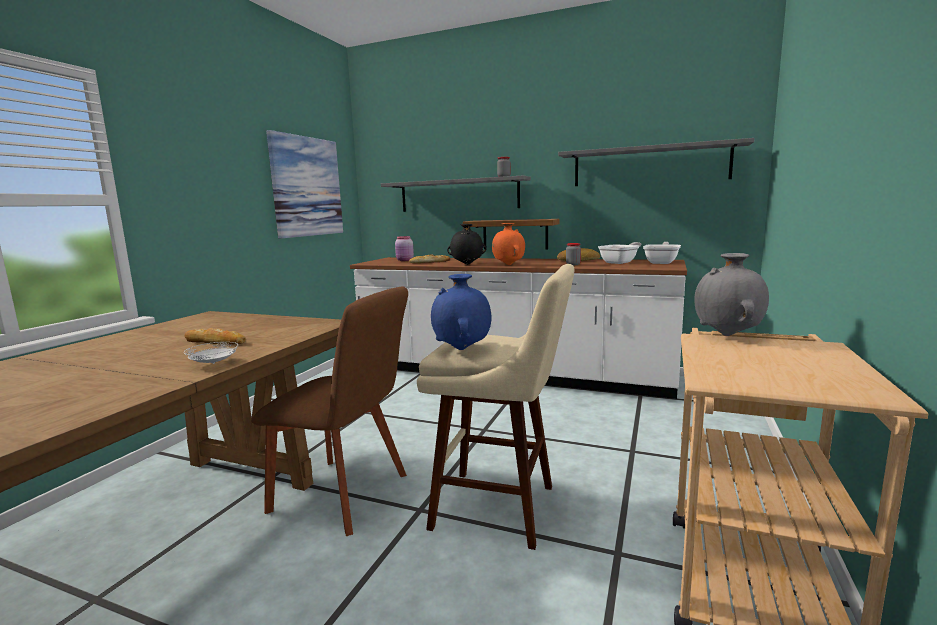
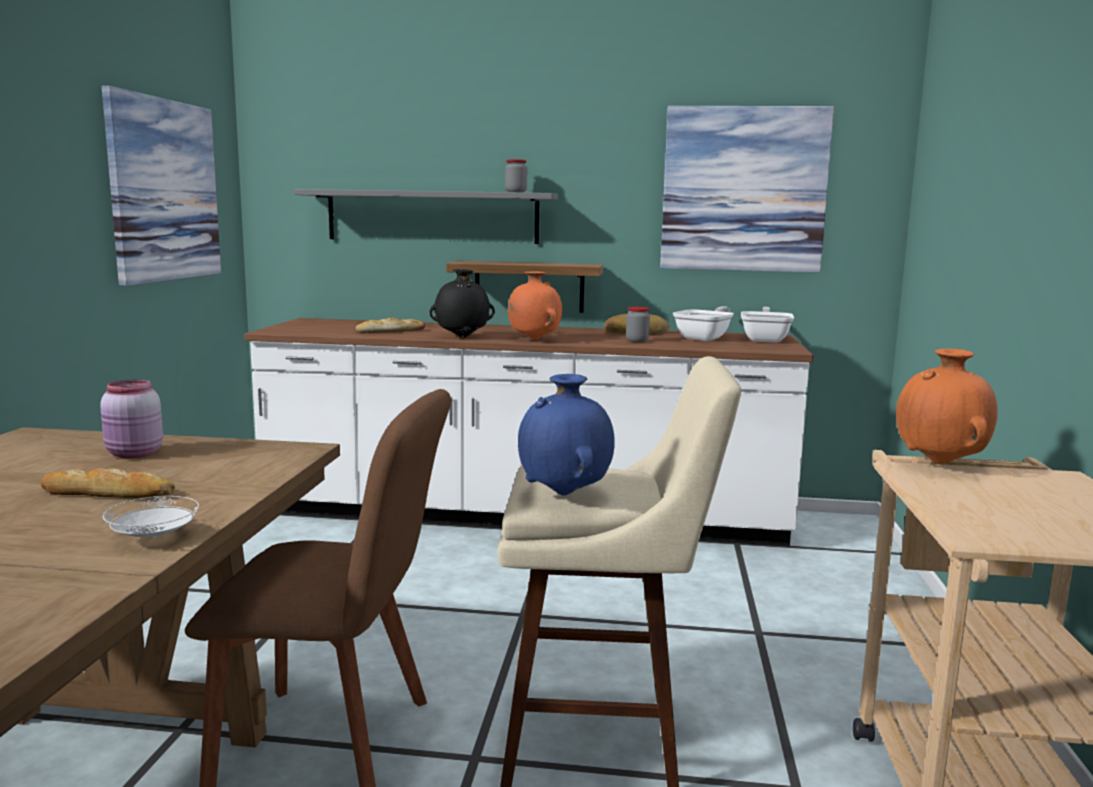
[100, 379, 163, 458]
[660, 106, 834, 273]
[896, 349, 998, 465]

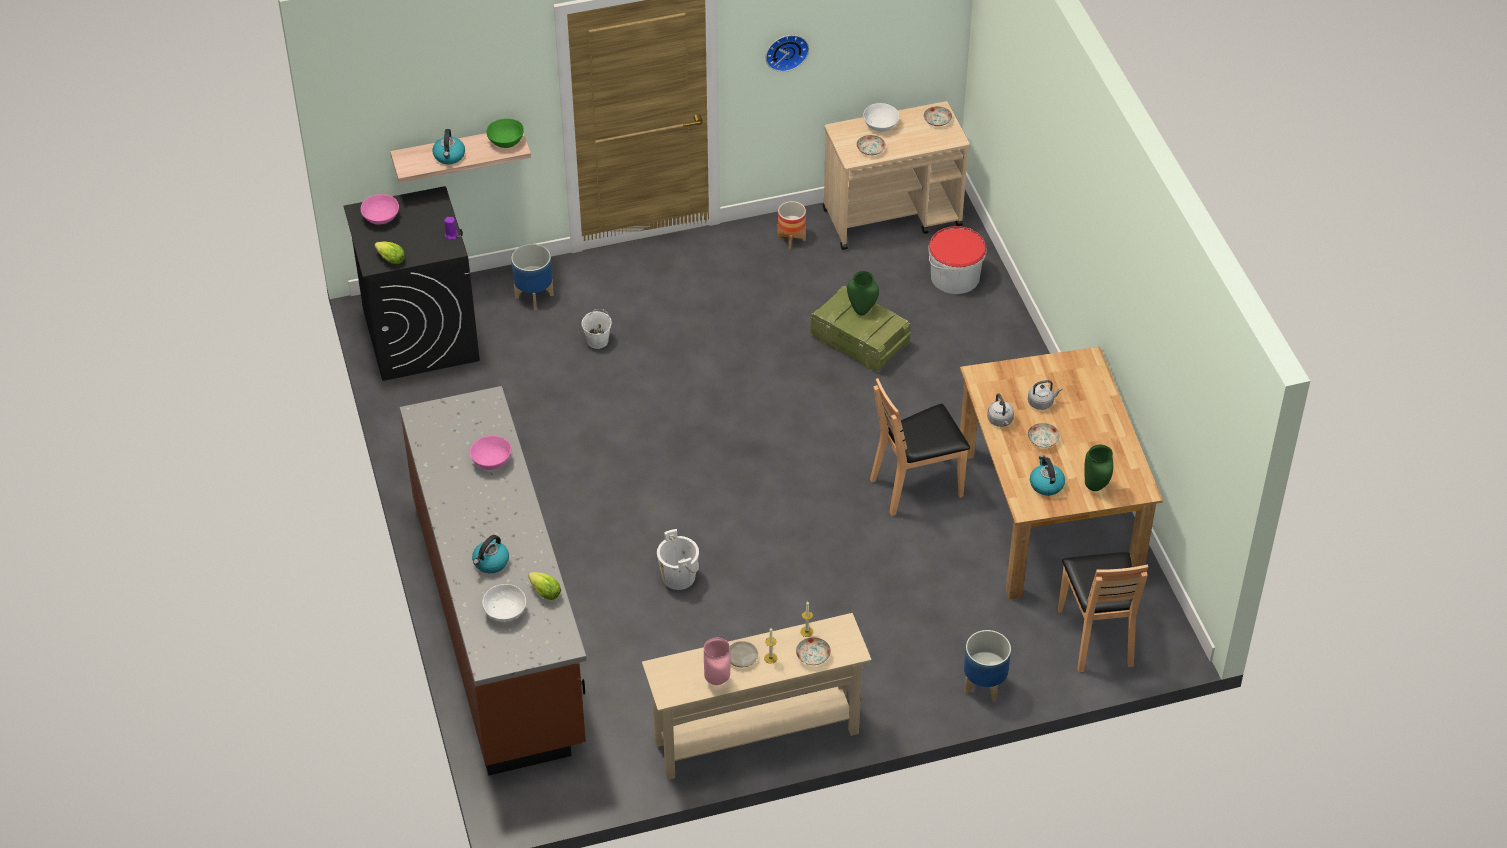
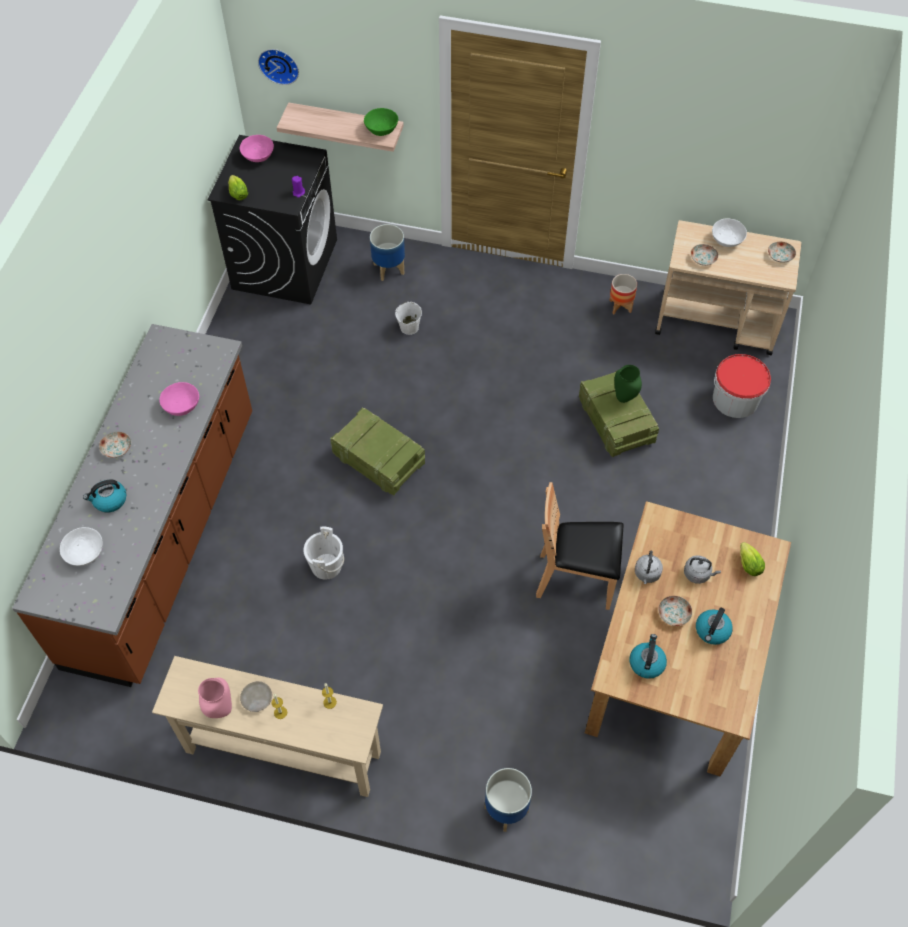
[99, 432, 131, 458]
[258, 49, 299, 85]
[330, 407, 425, 495]
[696, 608, 733, 645]
[740, 542, 765, 576]
[1058, 552, 1148, 672] (first image)
[1085, 445, 1113, 491] (first image)

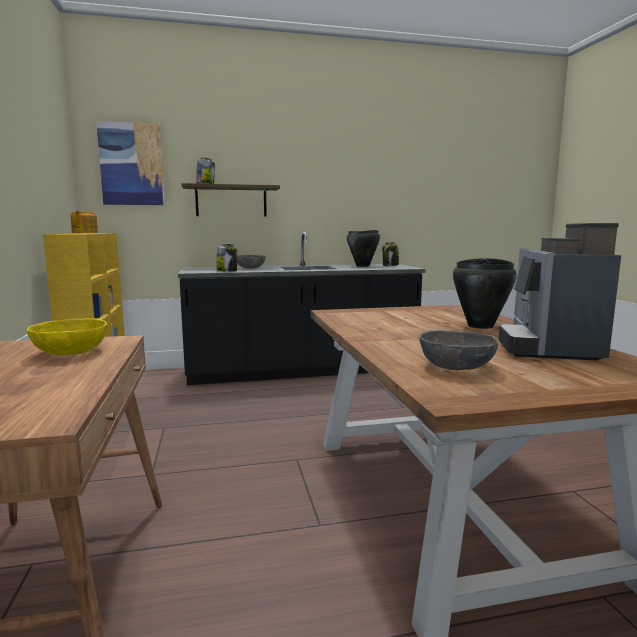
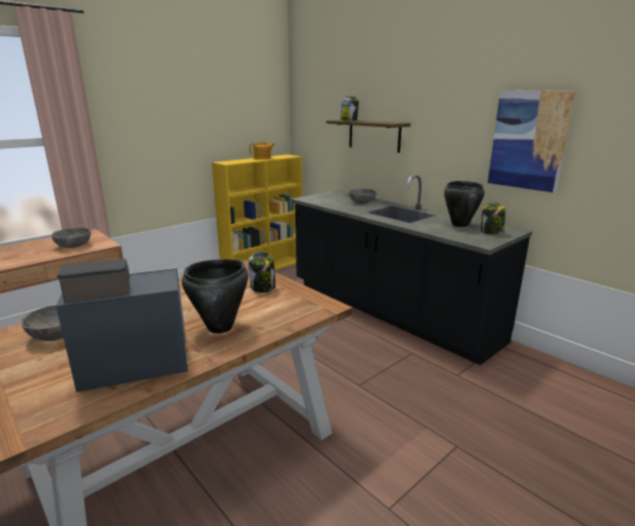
[51, 228, 91, 248]
[248, 251, 275, 293]
[488, 90, 576, 193]

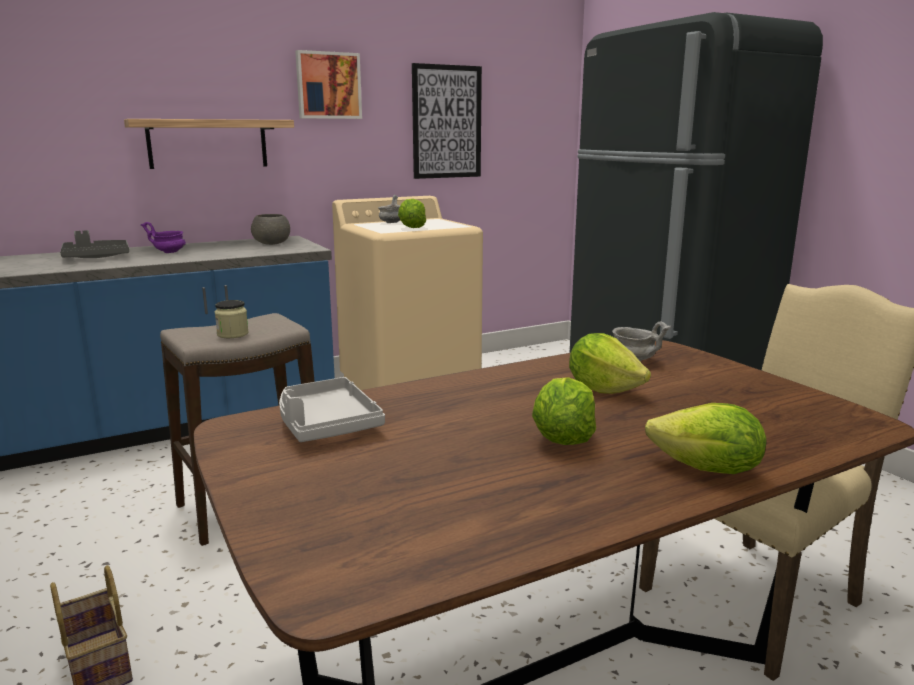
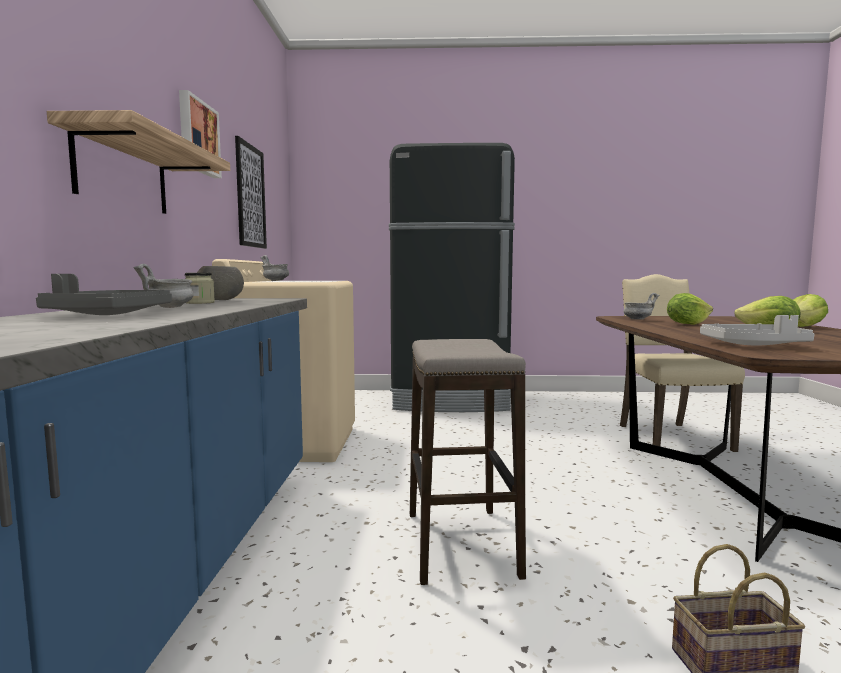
[133, 264, 194, 308]
[185, 273, 215, 304]
[398, 199, 426, 228] (first image)

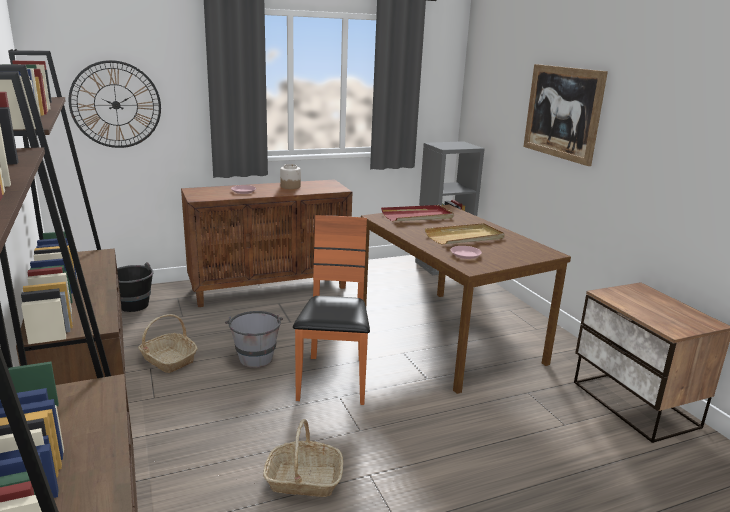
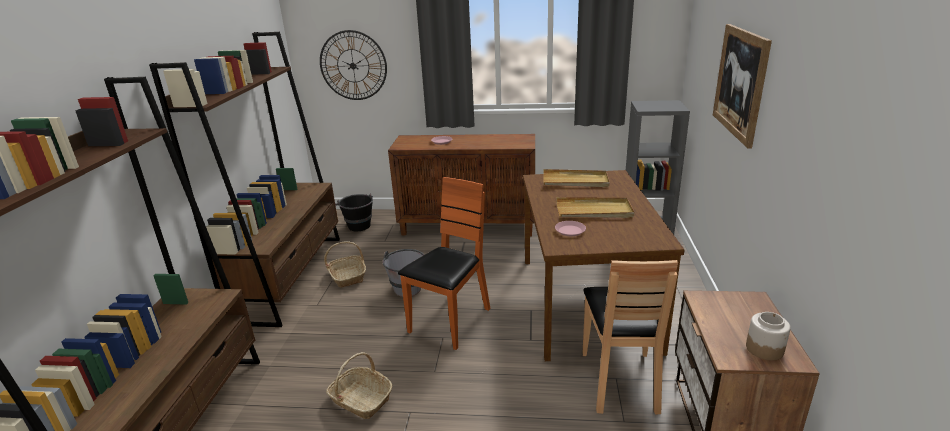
[543, 169, 610, 187]
[582, 260, 678, 415]
[746, 312, 791, 360]

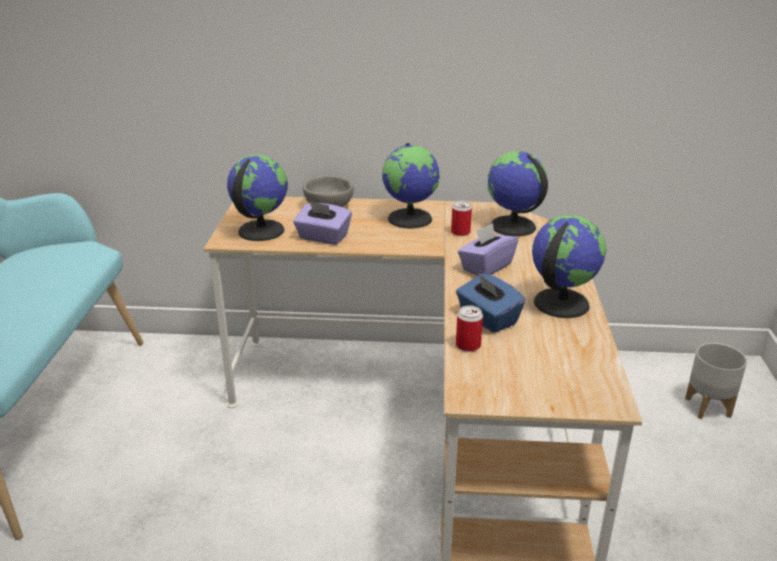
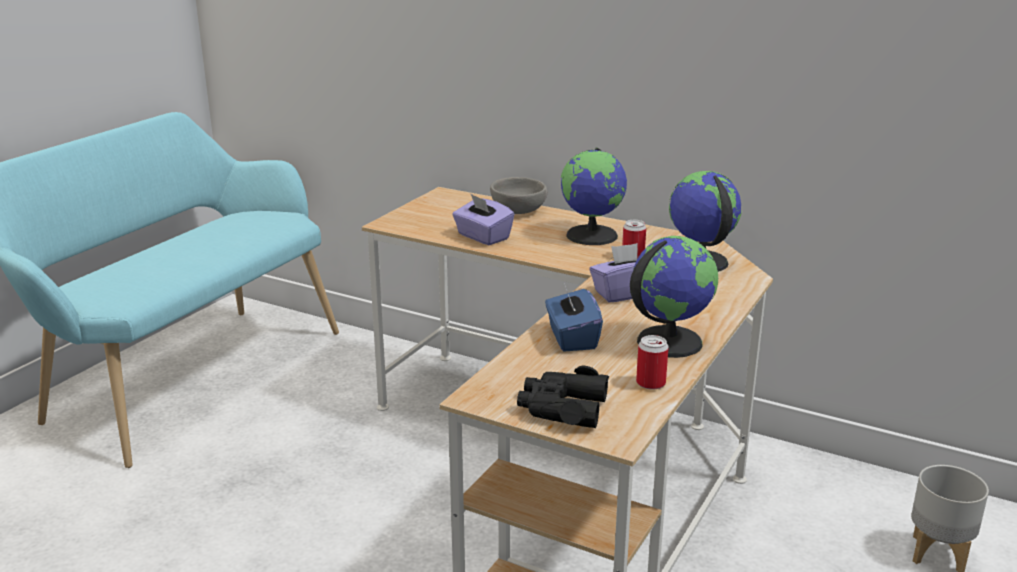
[517, 366, 609, 428]
[636, 335, 669, 390]
[227, 155, 288, 241] (first image)

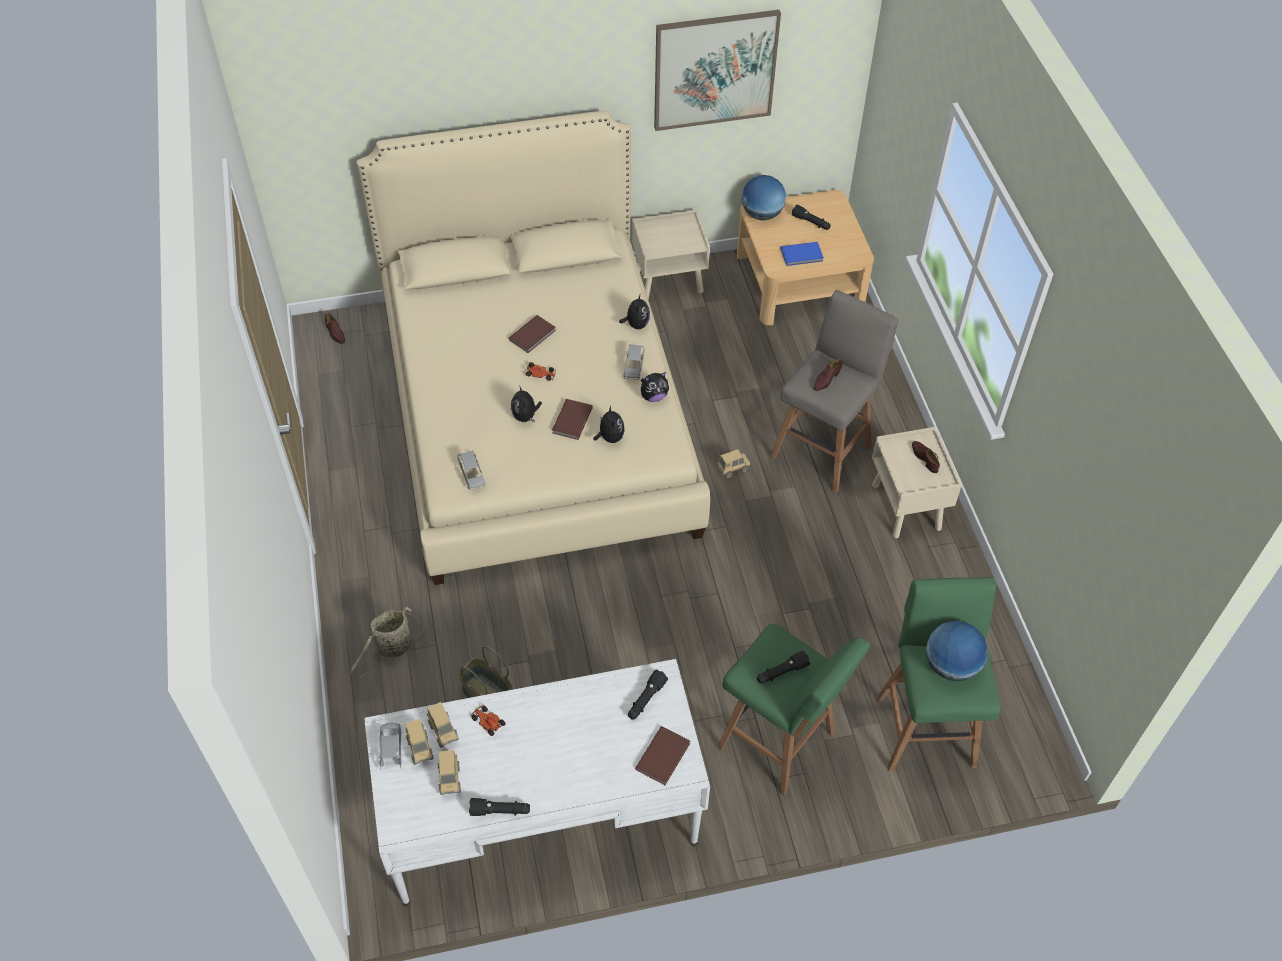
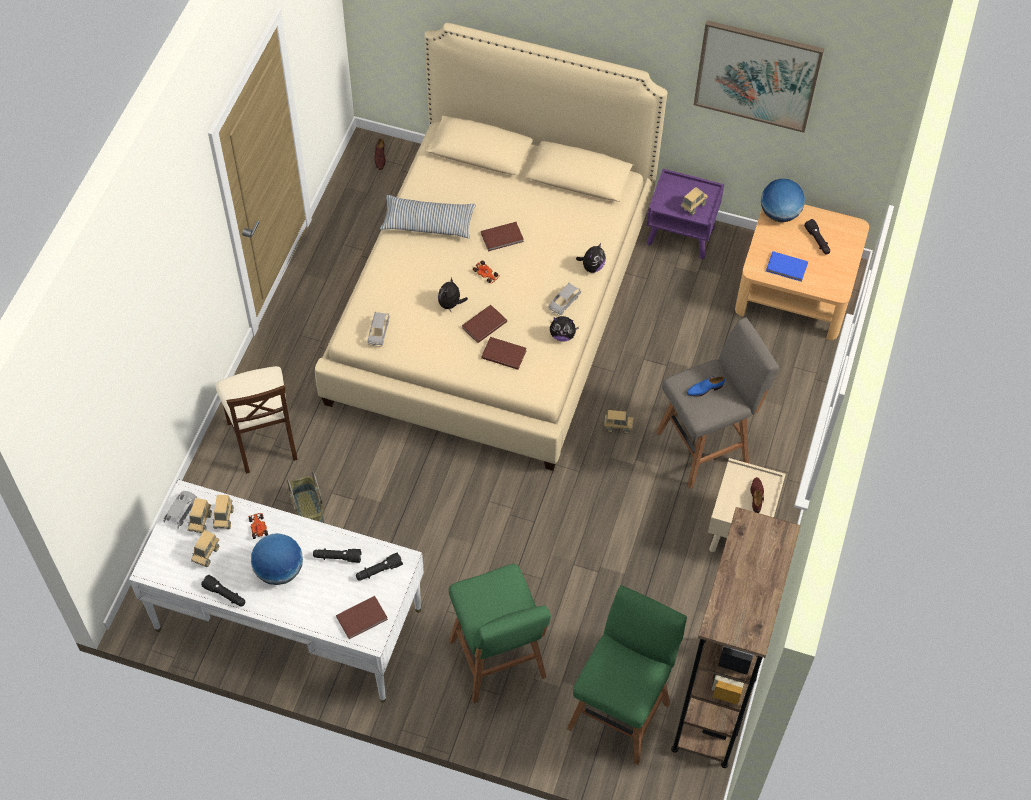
[215, 366, 298, 474]
[251, 533, 303, 585]
[313, 548, 361, 563]
[380, 195, 476, 238]
[481, 337, 527, 370]
[647, 169, 724, 259]
[671, 507, 801, 768]
[681, 187, 708, 215]
[687, 376, 725, 397]

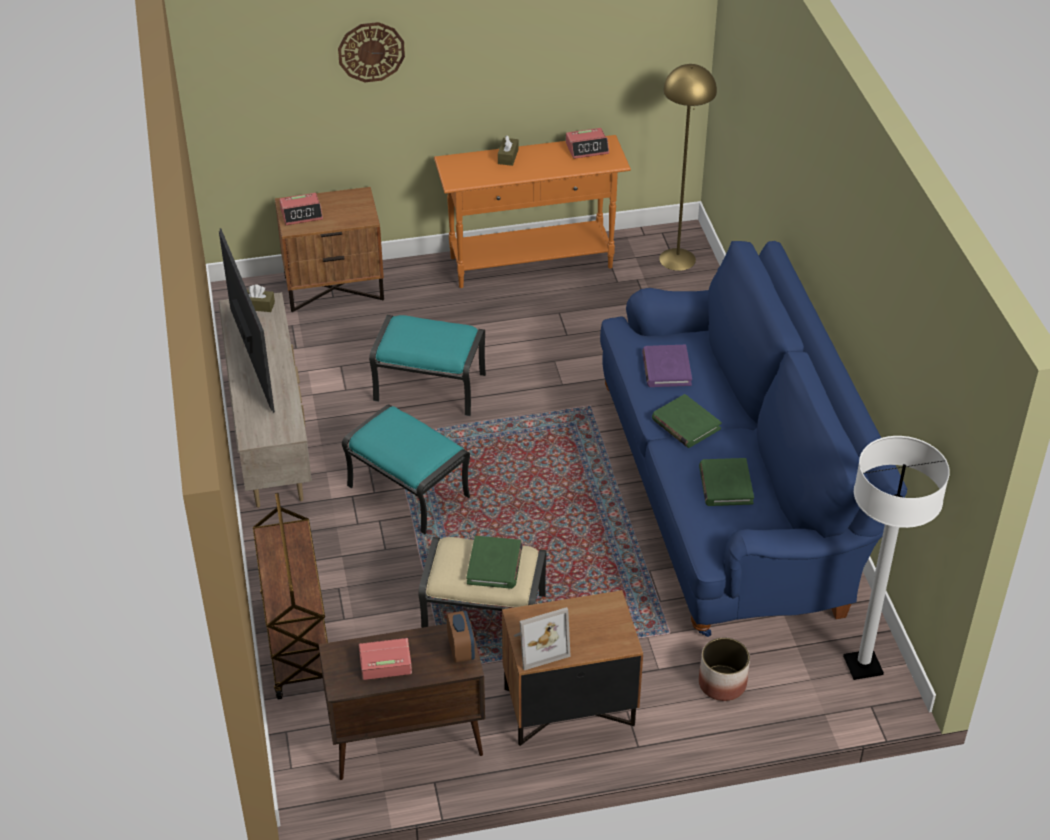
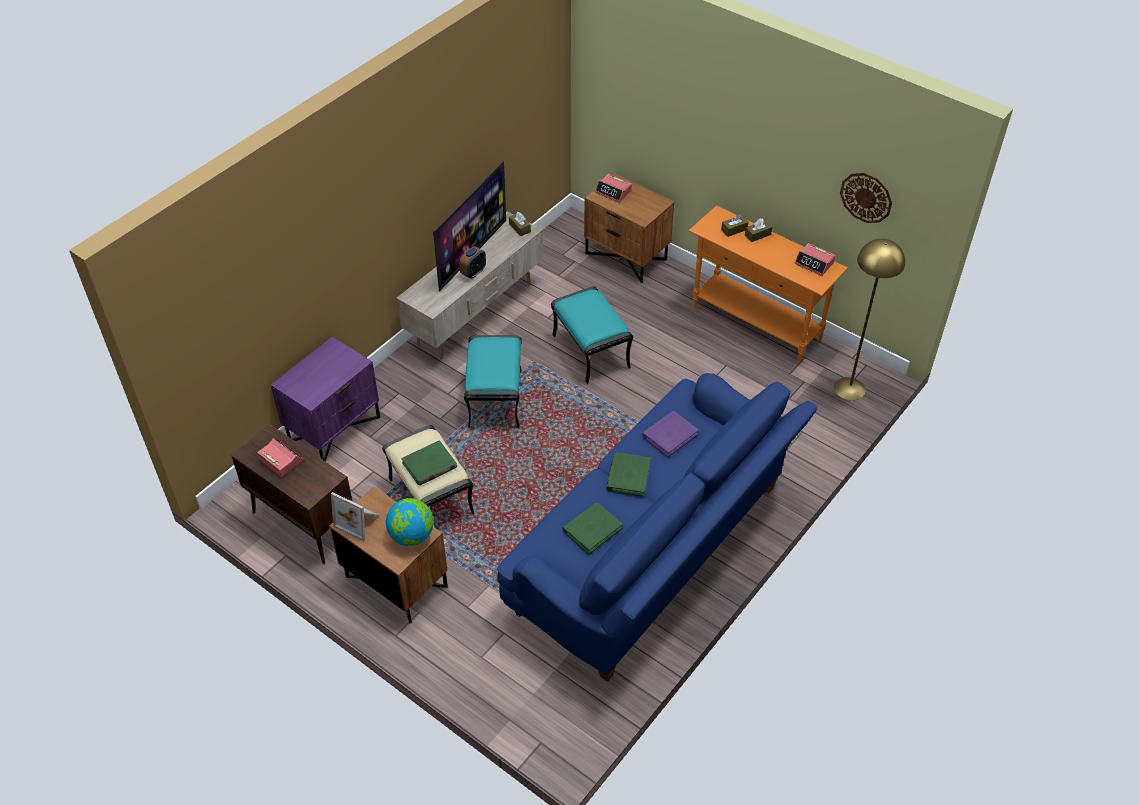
[271, 337, 380, 462]
[386, 498, 434, 546]
[459, 246, 486, 279]
[721, 214, 749, 237]
[840, 173, 892, 223]
[699, 637, 750, 701] (first image)
[843, 436, 950, 680] (first image)

